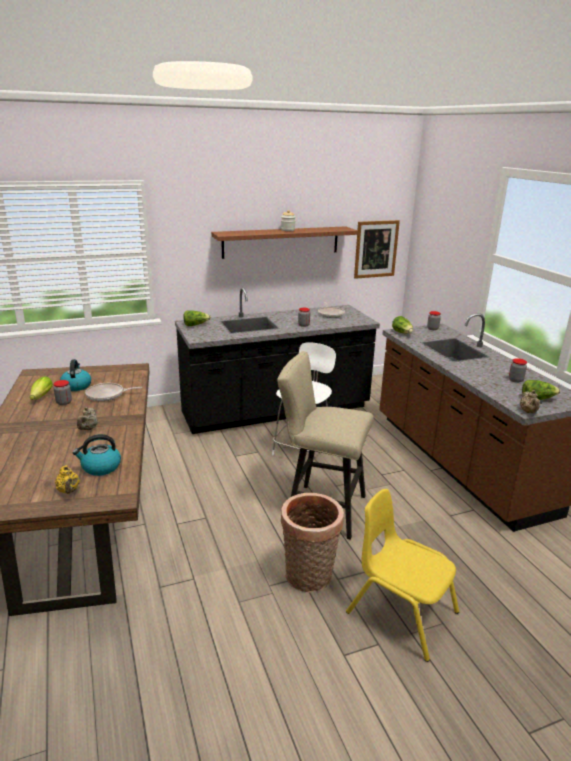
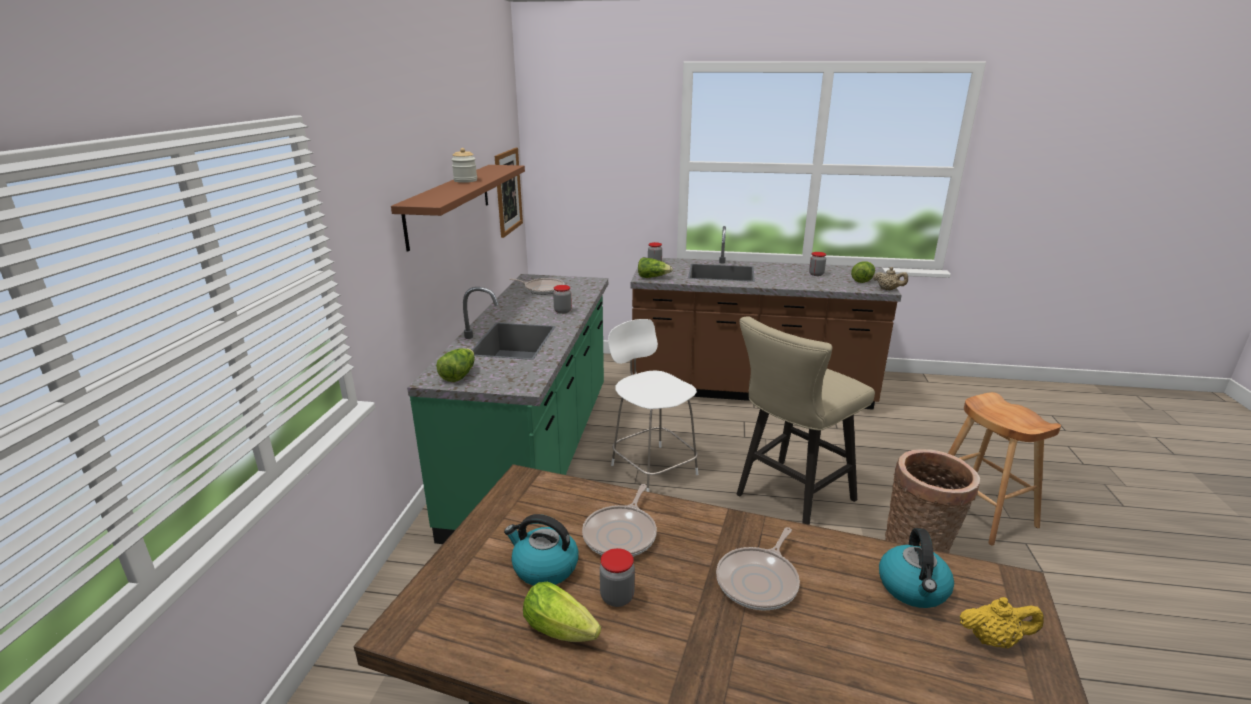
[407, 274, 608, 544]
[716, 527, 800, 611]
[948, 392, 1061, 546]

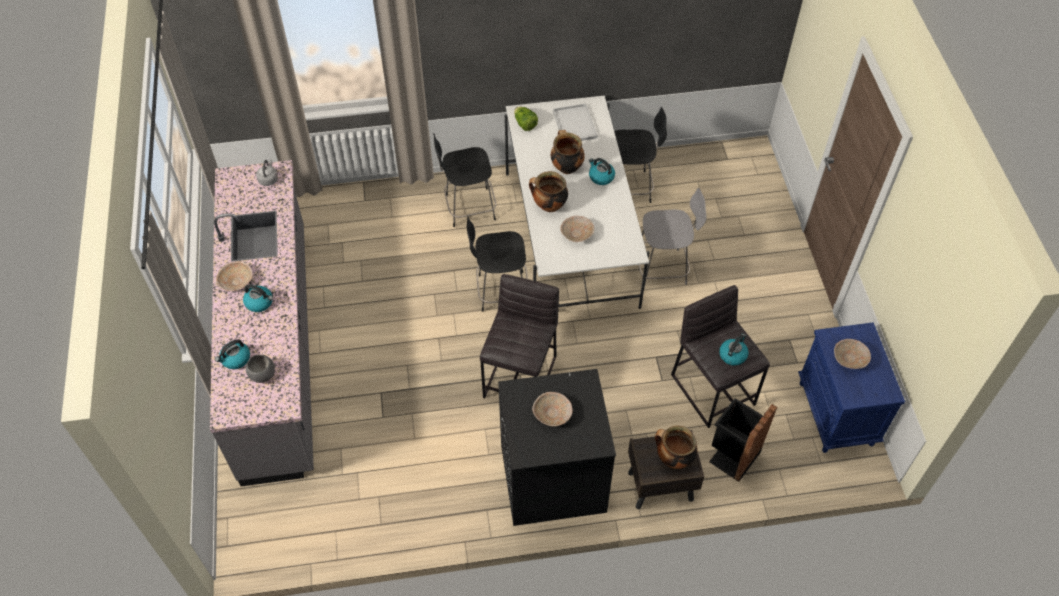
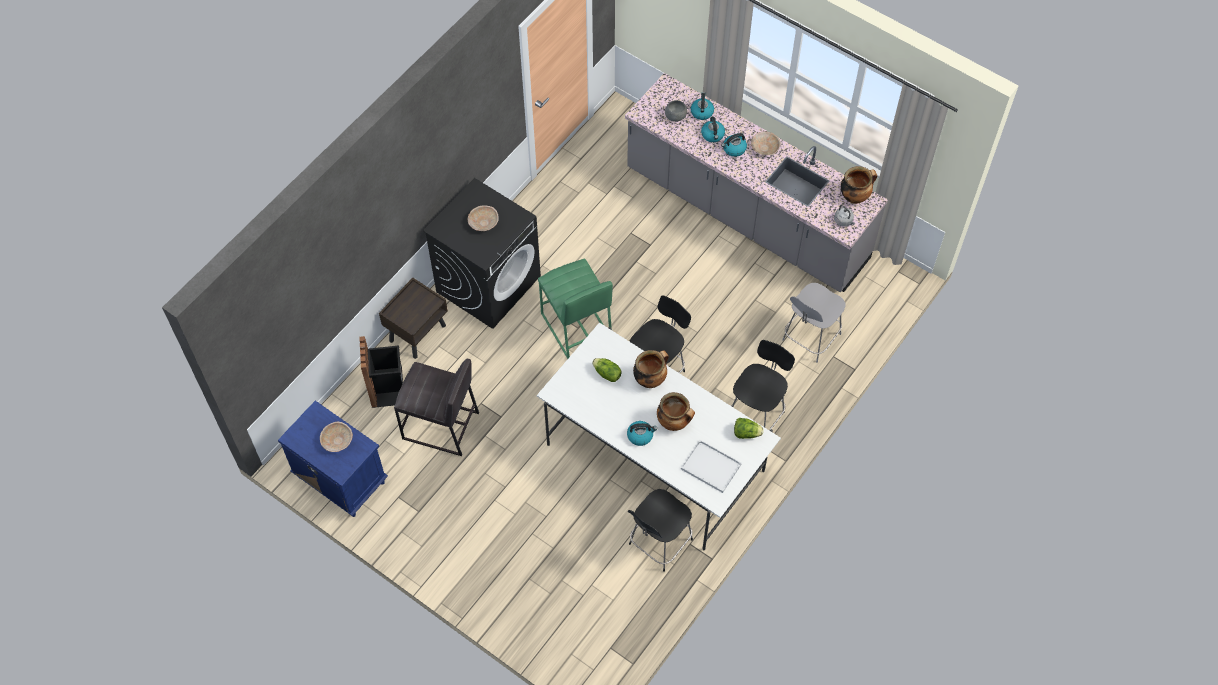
[538, 258, 613, 359]
[592, 358, 622, 382]
[701, 117, 725, 142]
[782, 283, 845, 363]
[841, 166, 877, 204]

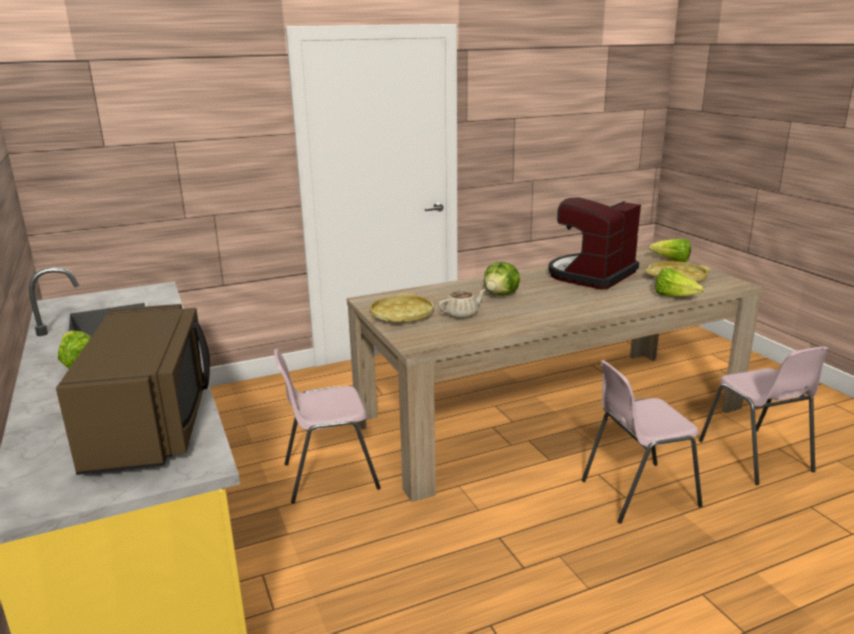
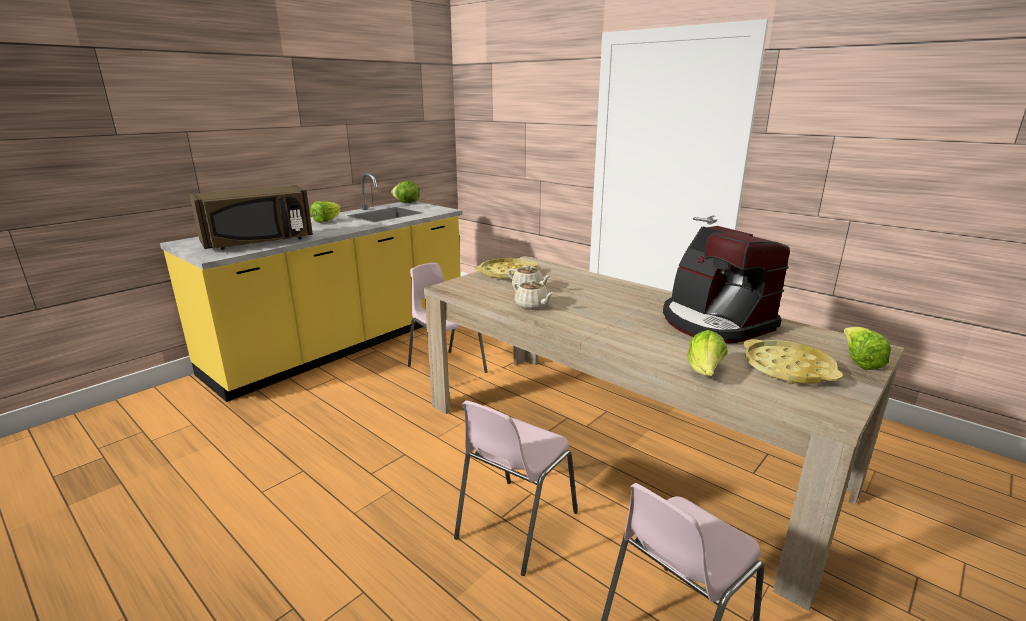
[391, 181, 420, 203]
[454, 400, 578, 576]
[514, 280, 554, 310]
[663, 226, 790, 343]

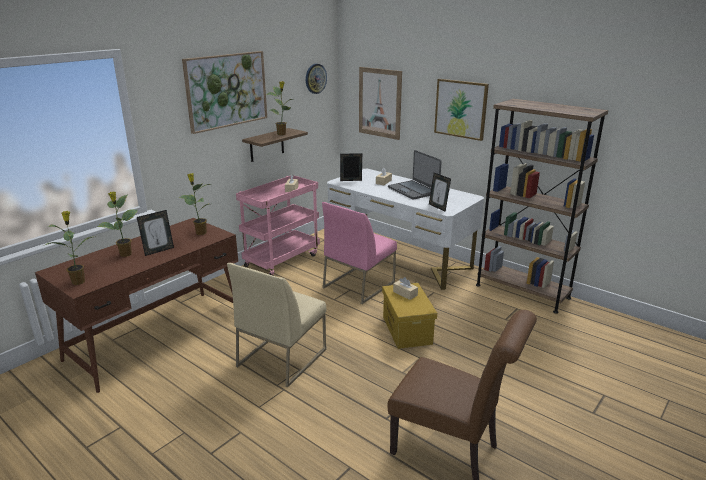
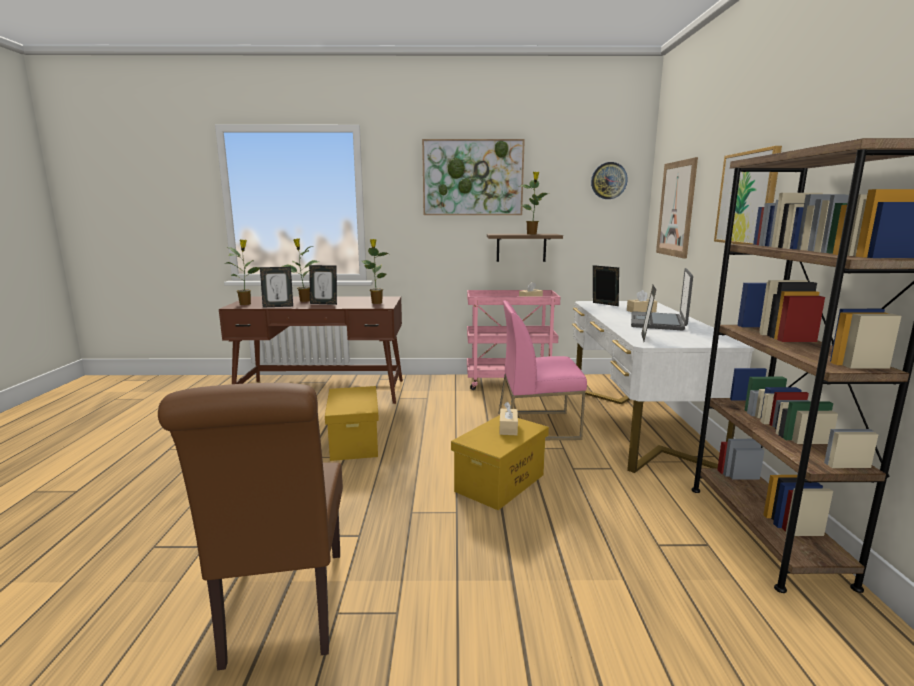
[260, 267, 293, 307]
[325, 386, 379, 461]

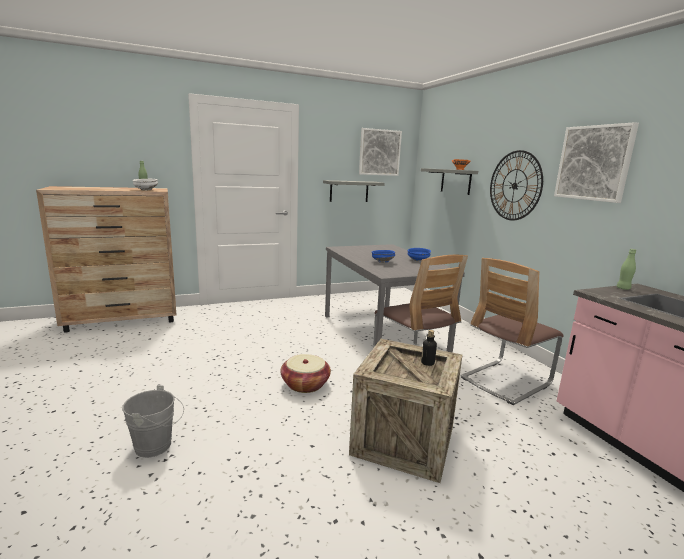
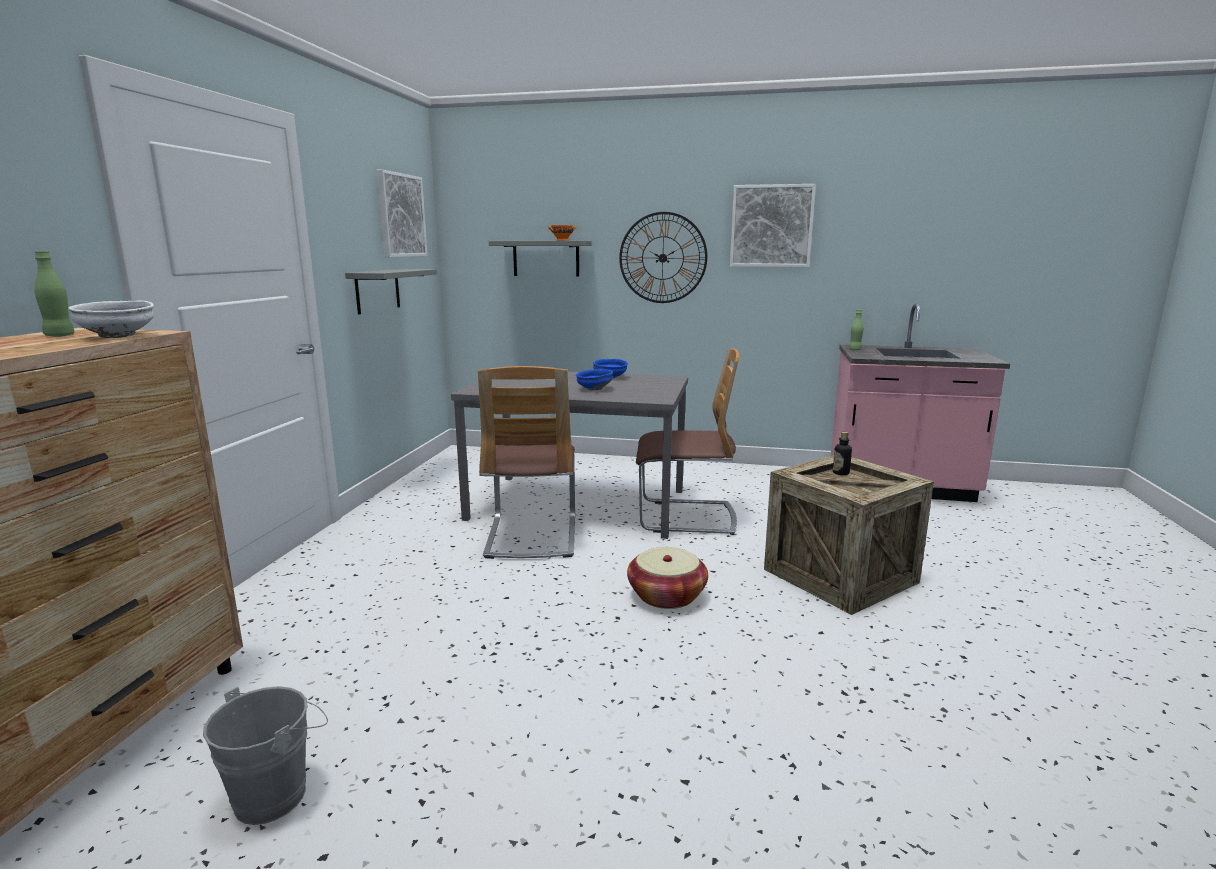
[203, 686, 328, 825]
[478, 366, 575, 559]

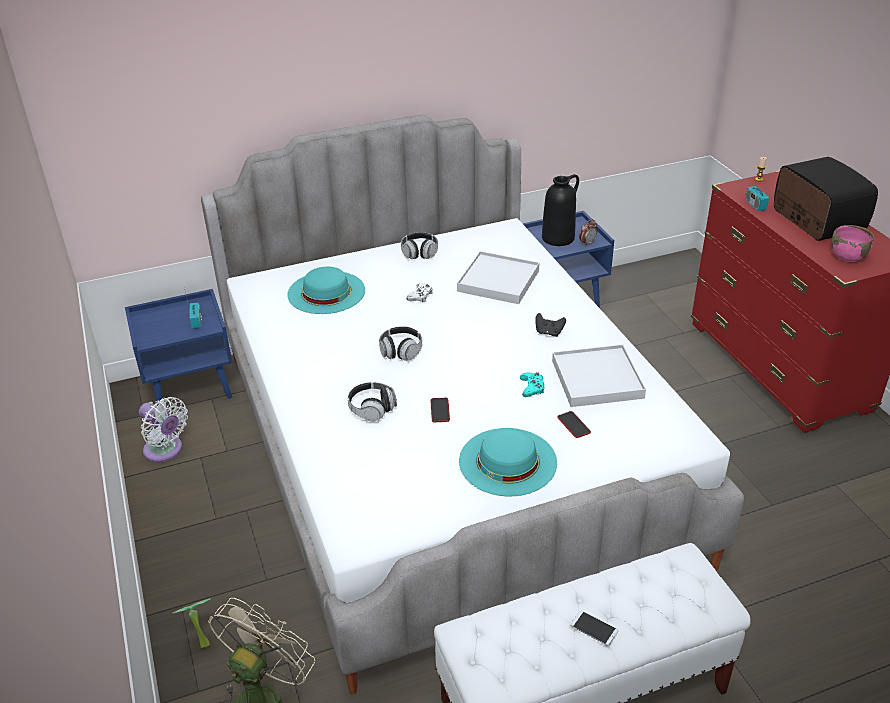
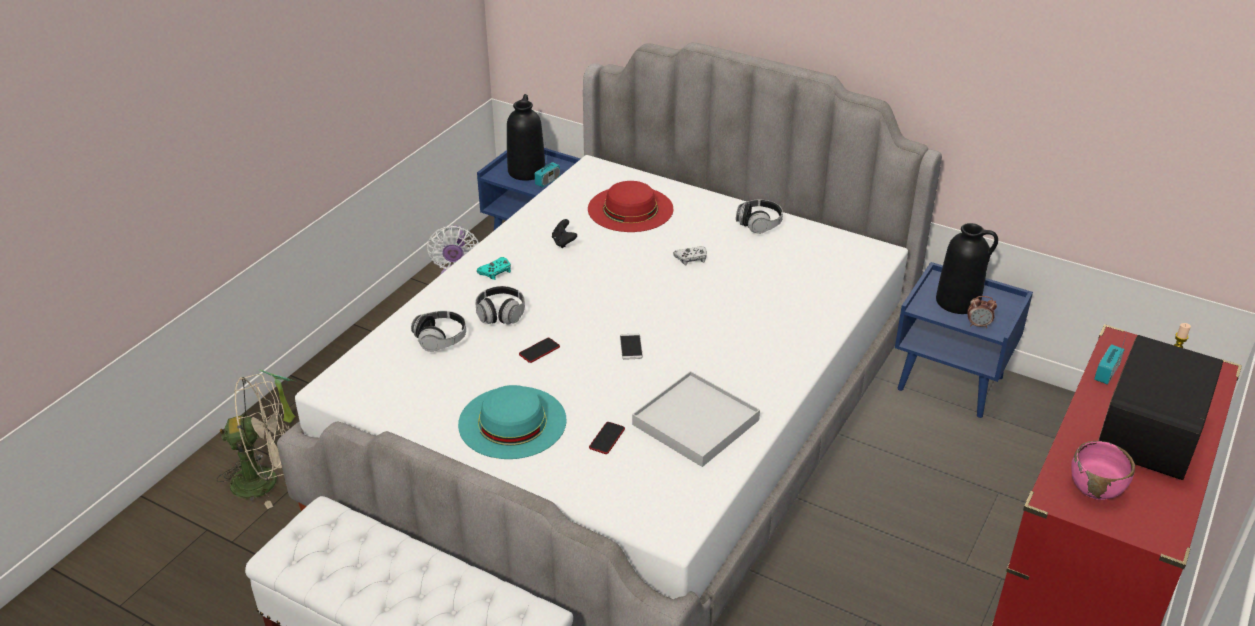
[411, 311, 466, 352]
[477, 257, 511, 280]
[507, 94, 545, 181]
[552, 219, 577, 248]
[588, 181, 673, 232]
[620, 333, 643, 360]
[457, 251, 539, 304] (first image)

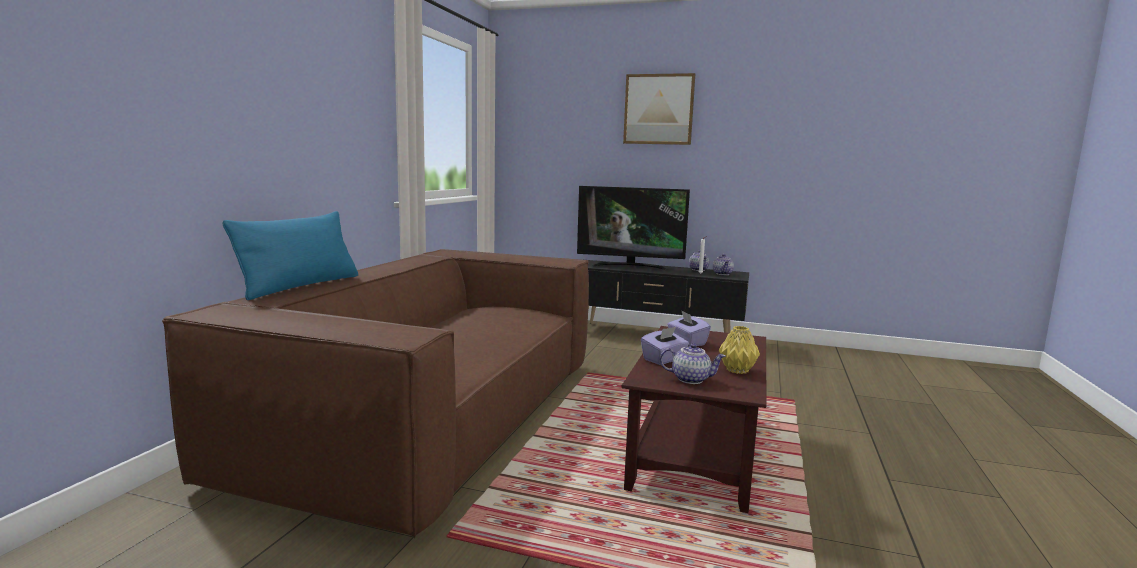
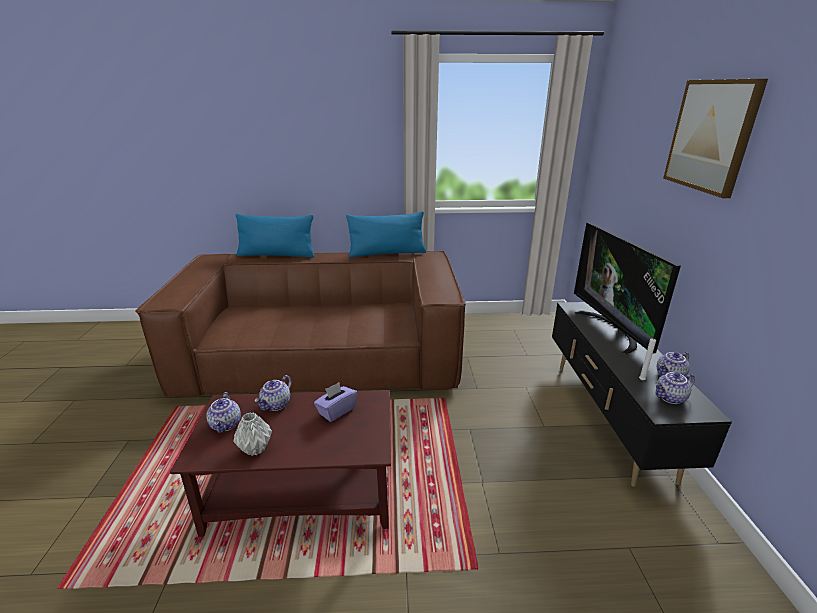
[233, 412, 272, 456]
[255, 375, 292, 411]
[346, 211, 426, 257]

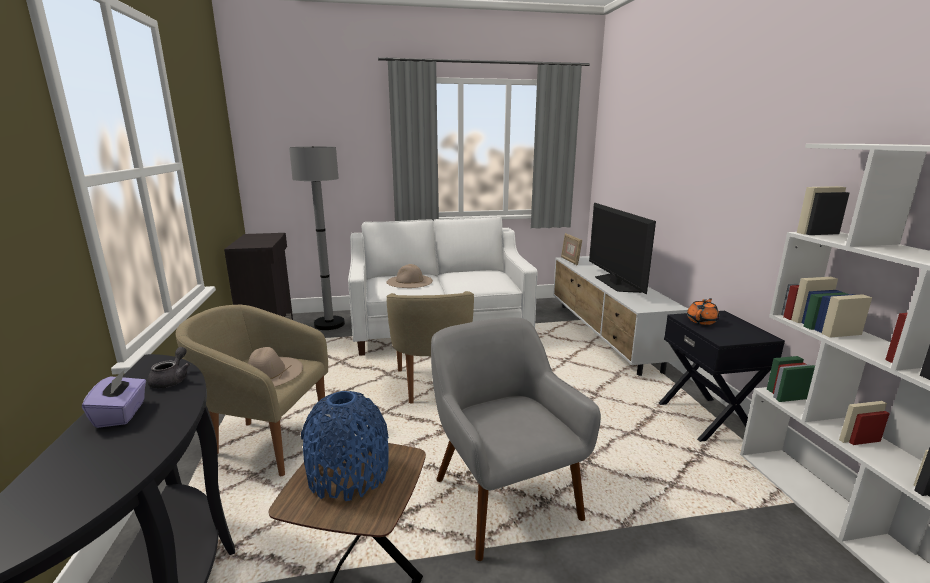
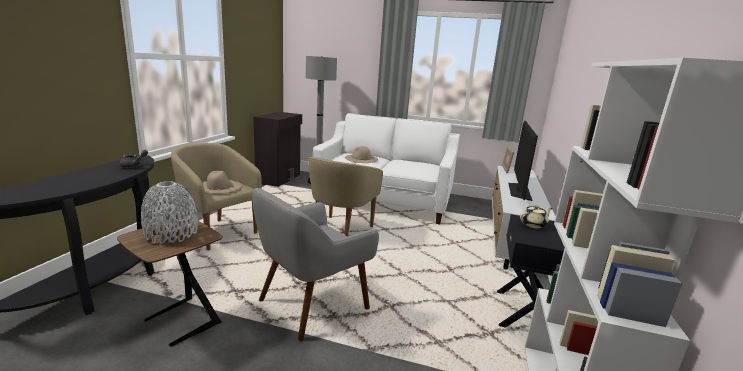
[141, 181, 198, 244]
[252, 188, 379, 341]
[520, 205, 553, 229]
[82, 369, 146, 428] (first image)

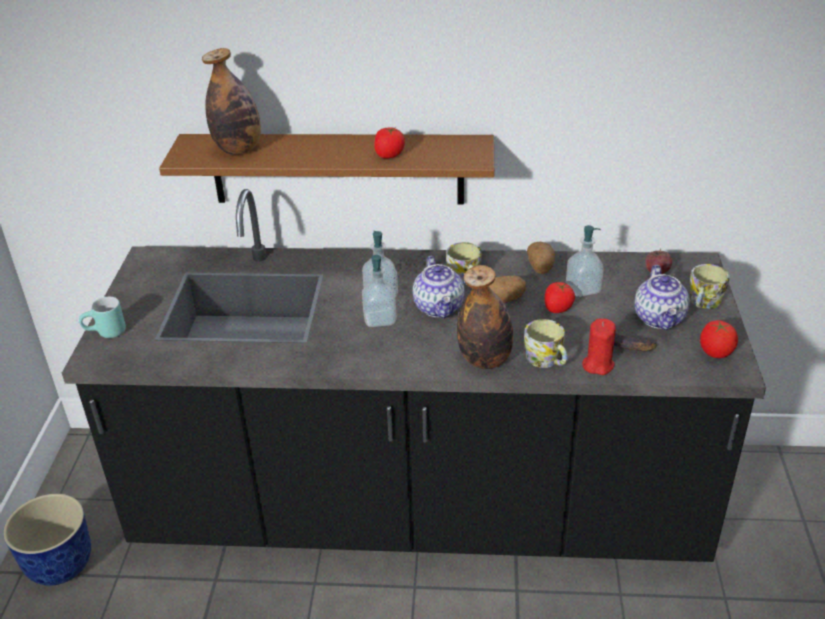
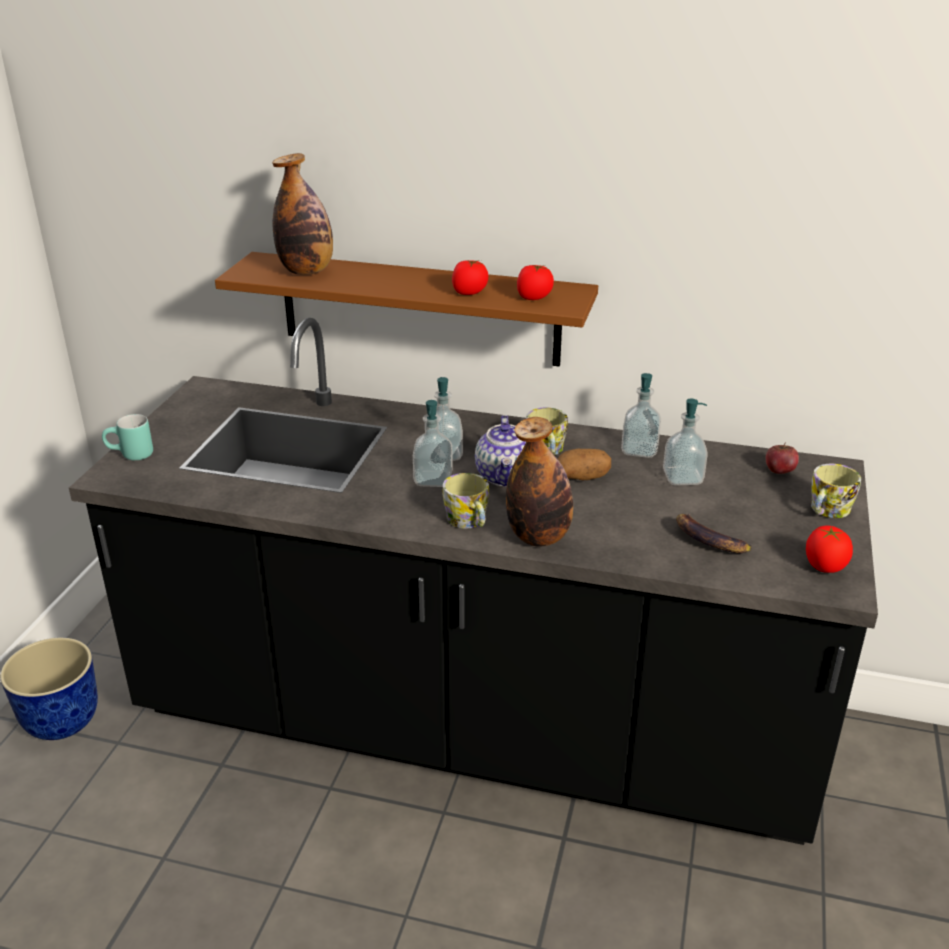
[442, 473, 489, 528]
[517, 265, 554, 300]
[621, 373, 661, 458]
[582, 319, 616, 375] (first image)
[634, 265, 690, 330] (first image)

